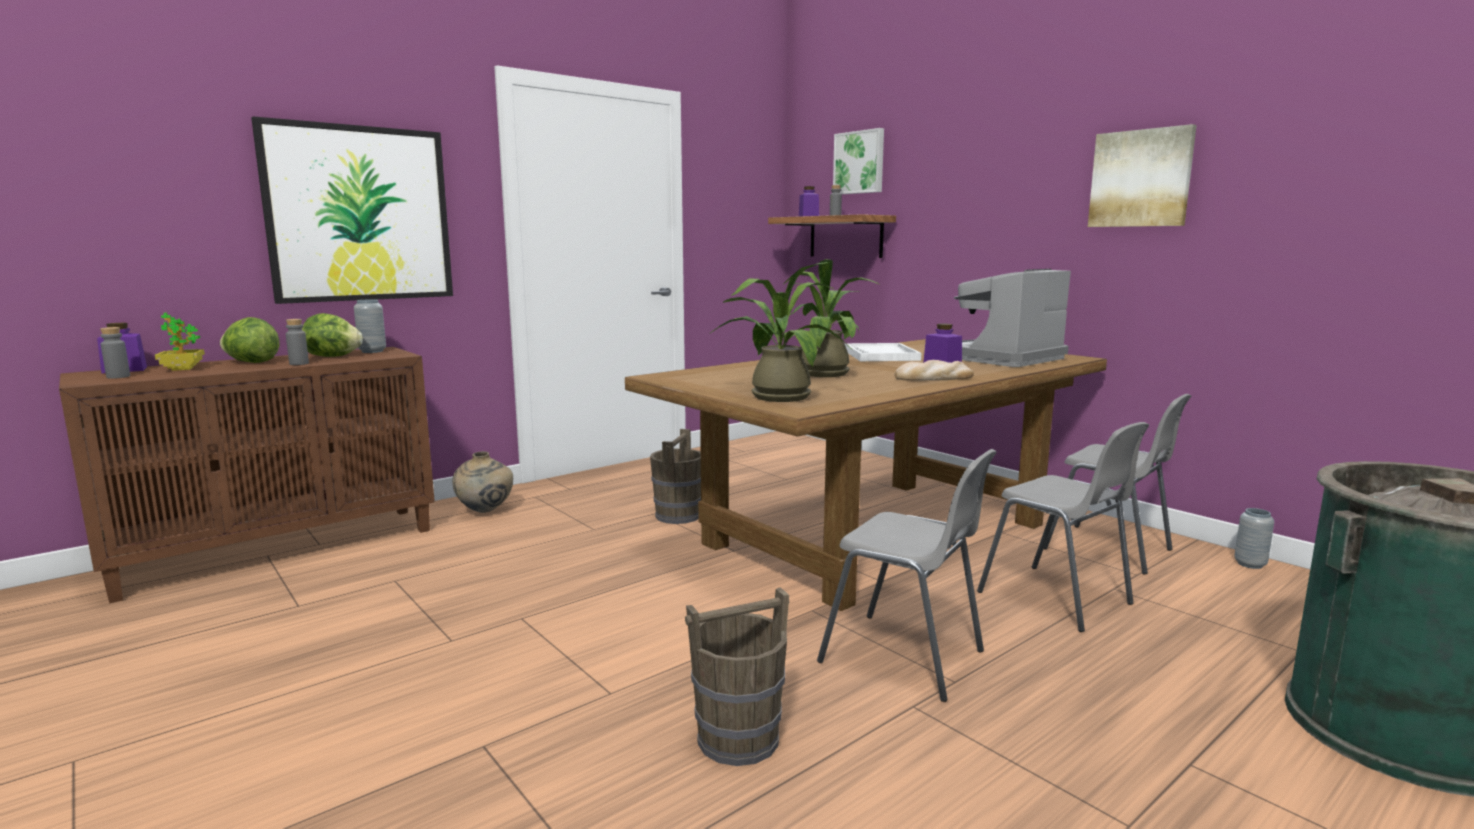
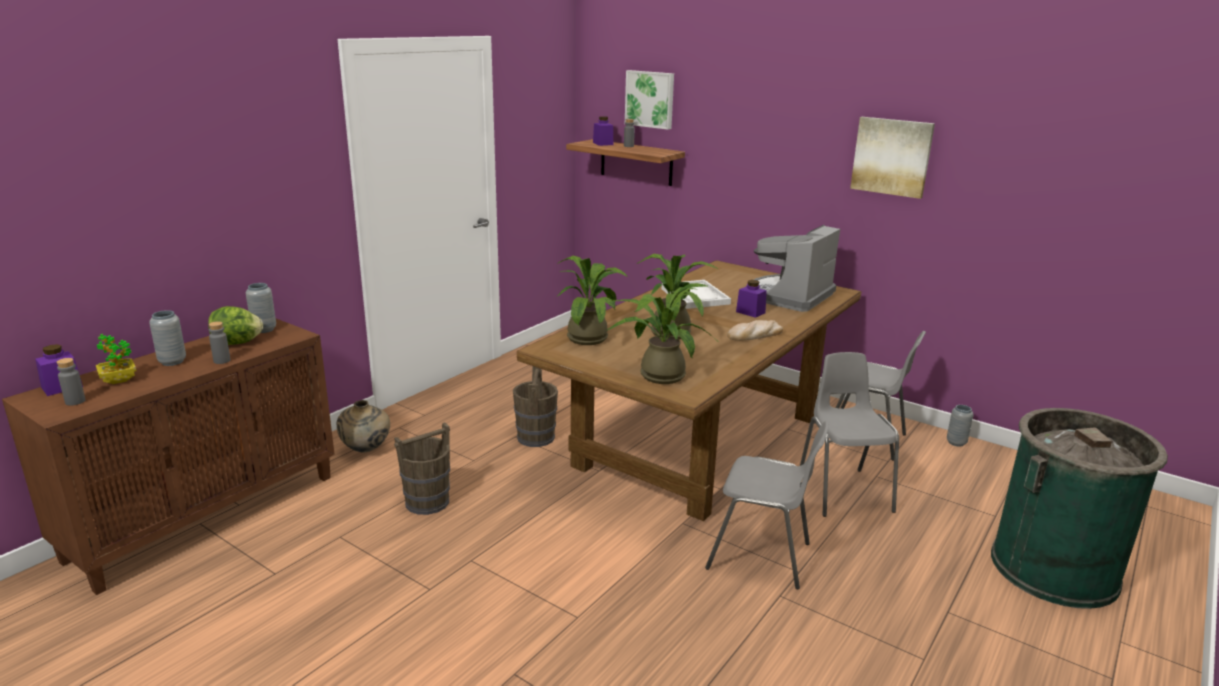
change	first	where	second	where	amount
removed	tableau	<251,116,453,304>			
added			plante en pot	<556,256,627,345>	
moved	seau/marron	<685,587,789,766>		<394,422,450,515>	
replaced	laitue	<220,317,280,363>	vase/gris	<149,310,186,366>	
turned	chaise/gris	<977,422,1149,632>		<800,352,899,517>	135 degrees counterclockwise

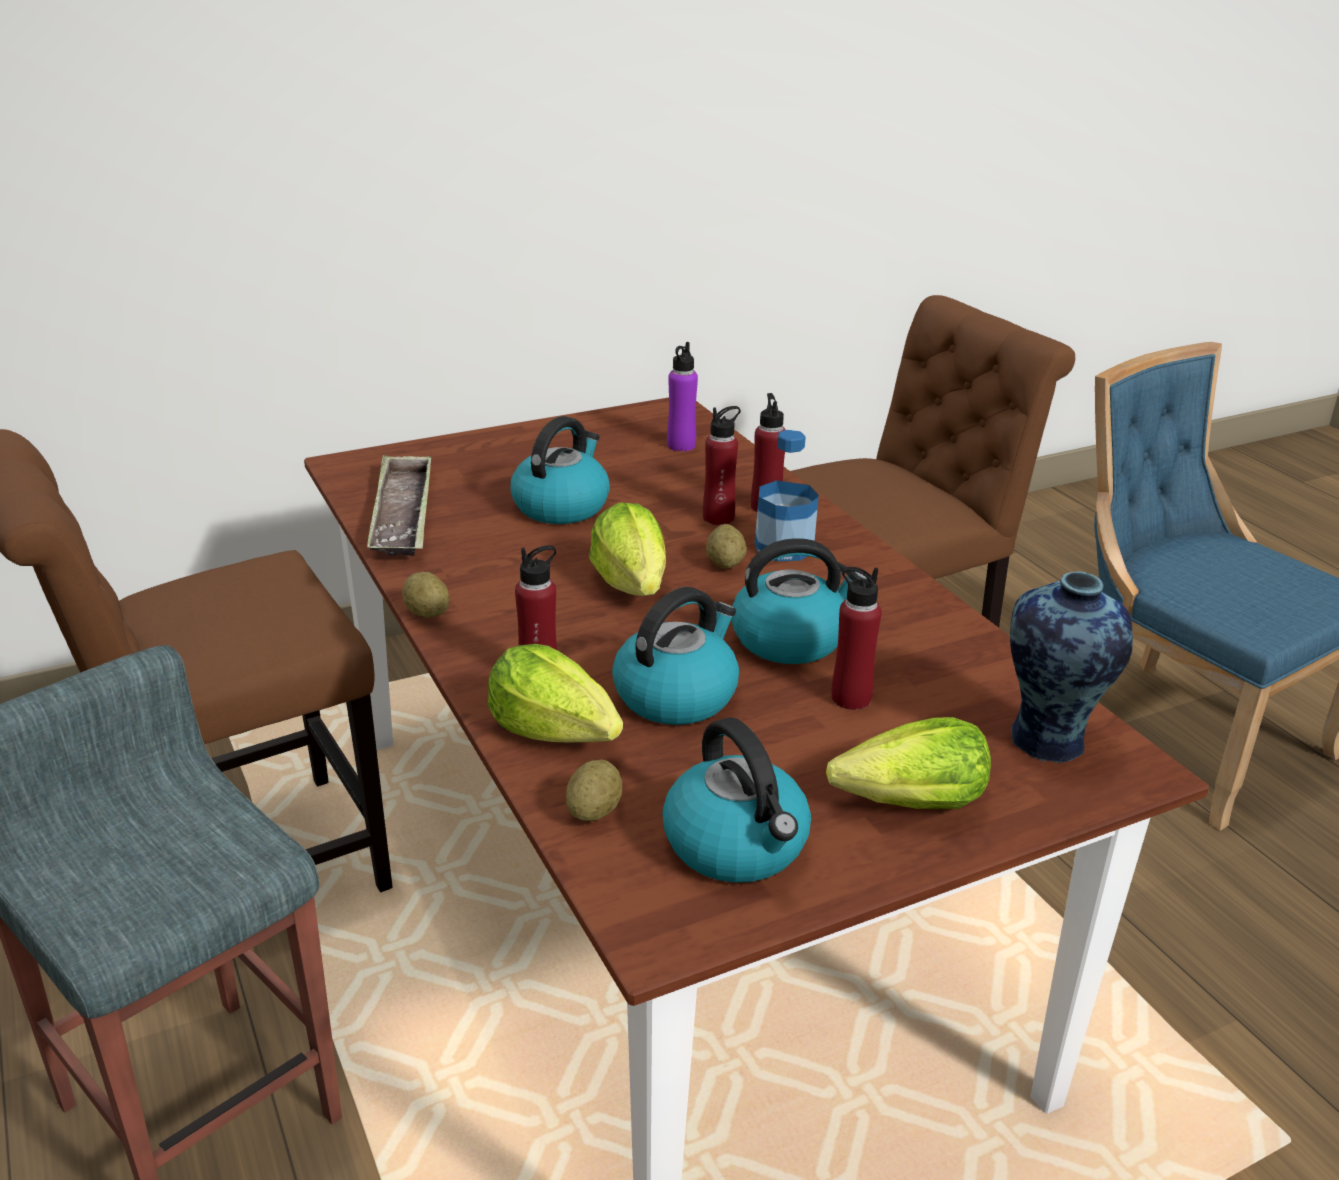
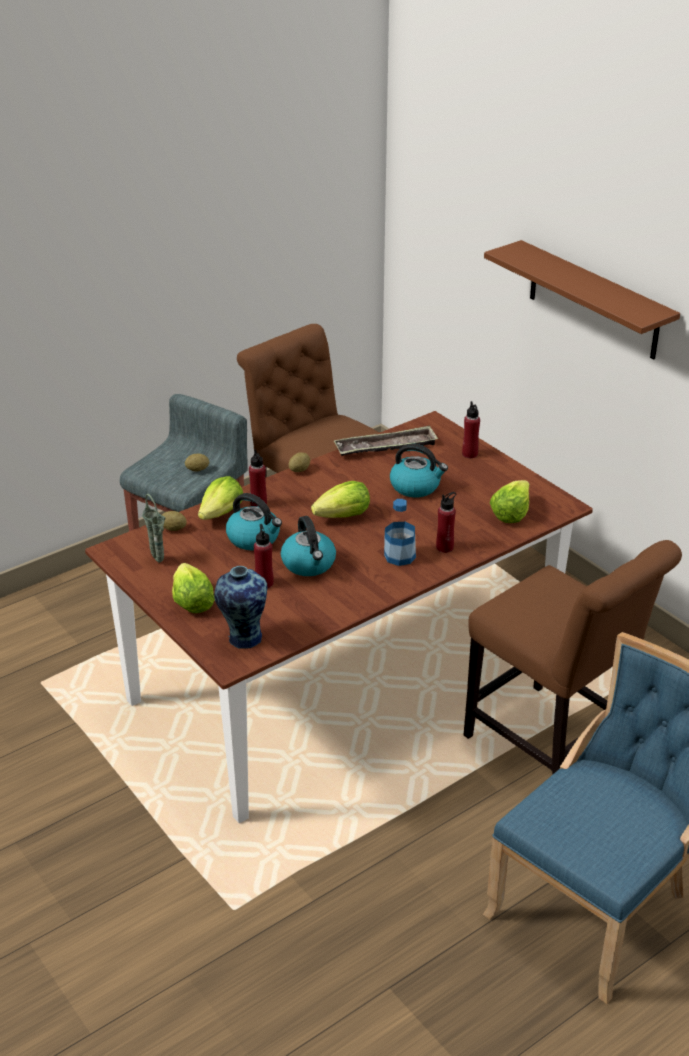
change	first	where	second	where	amount
added			étagère/marron	<484,240,680,360>	
moved	bouteille/rouge	<703,406,741,525>		<462,401,480,458>	
moved	pomme de terre	<706,524,747,568>		<185,454,209,472>	
replaced	bouilloire	<662,717,811,883>	vase/vert	<142,494,165,562>	
replaced	bouteille/violet	<667,342,698,452>	laitue	<489,480,529,523>	

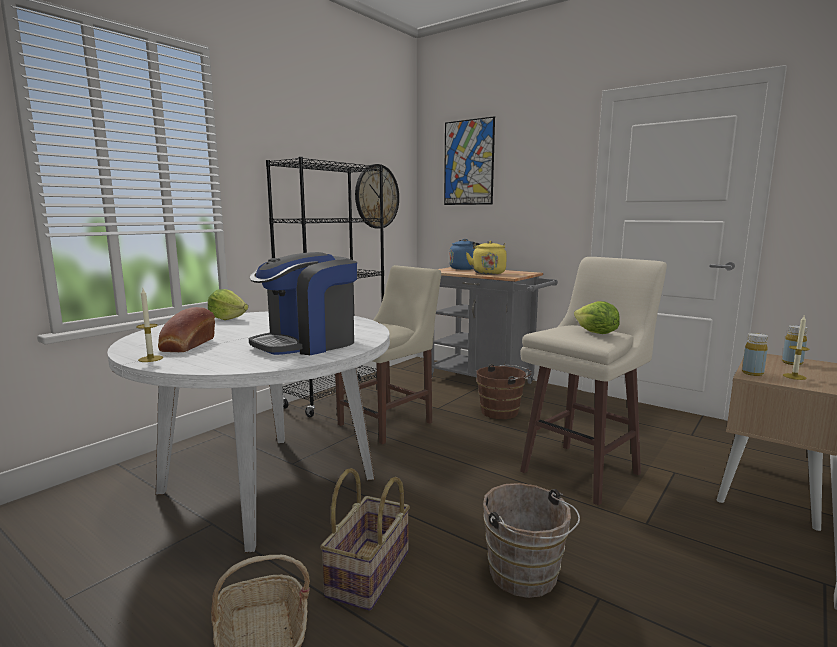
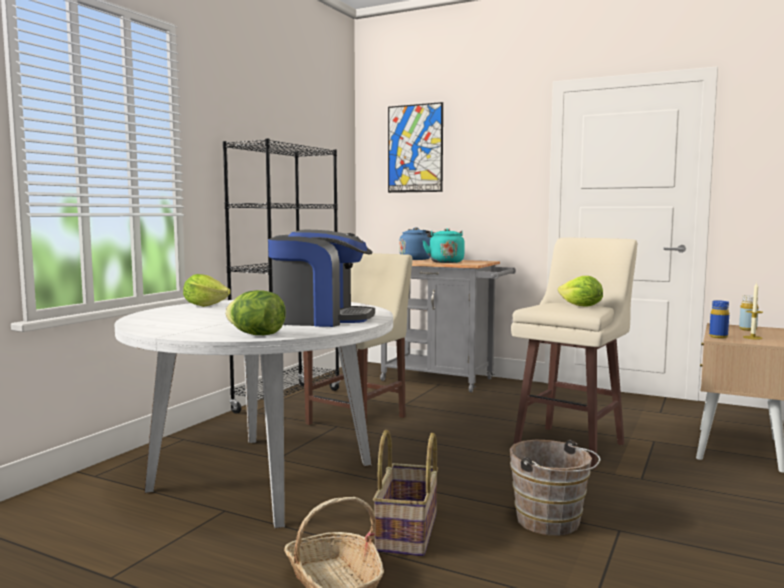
change	first	where	second	where	amount
removed	bougie	<136,289,163,362>			
removed	pain	<158,307,215,352>			
removed	horloge murale	<355,164,399,229>			
removed	seau/marron	<477,364,531,419>			
added			laitue	<225,290,286,335>	
recoloured	bouilloire/jaune	<466,241,507,275>	bouilloire/turquoise	<423,228,465,263>	
recoloured	bouteille/jaune	<742,333,768,376>	bouteille/bleu	<709,300,729,339>	
turned	machine à café	<249,252,357,355>		<268,230,375,327>	120 degrees counterclockwise

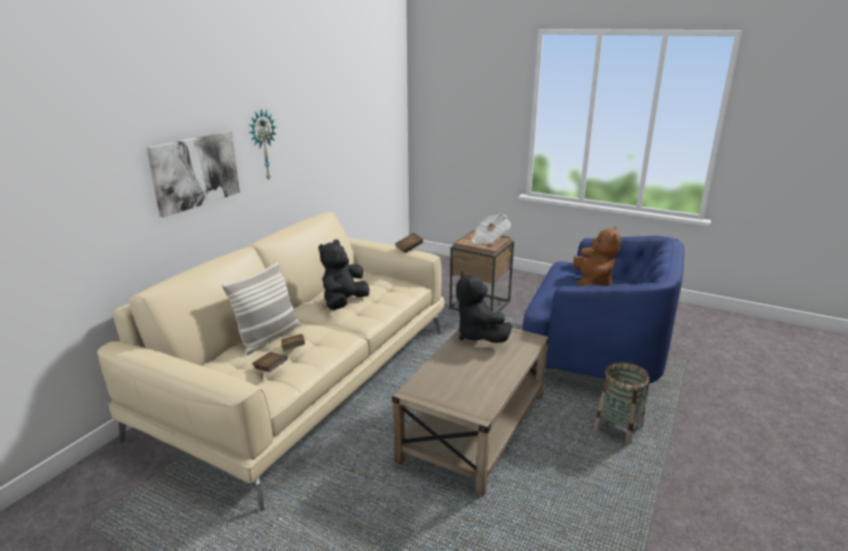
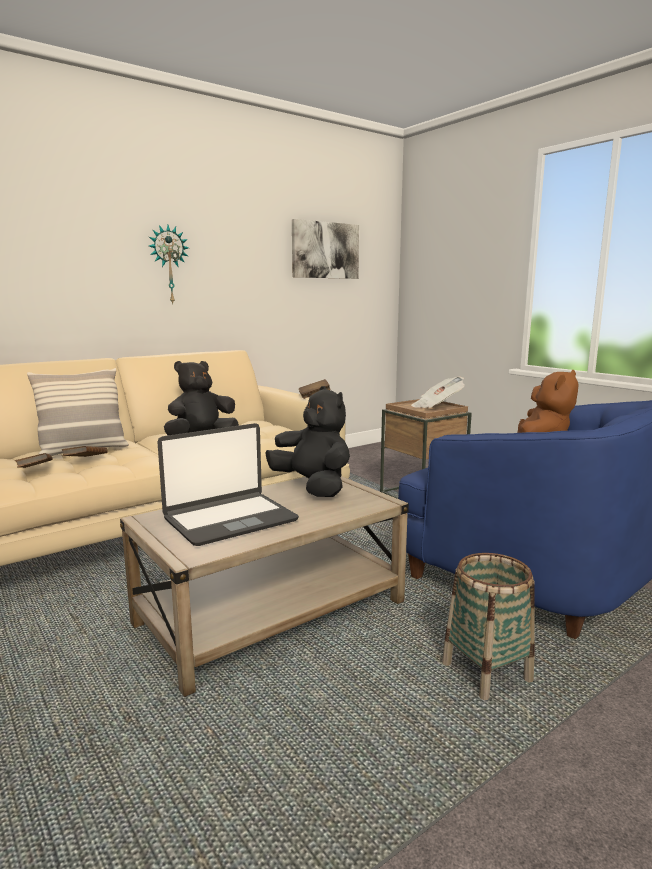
change	first	where	second	where	amount
added			ordinateur portable	<157,423,299,546>	
moved	tableau	<146,131,240,218>		<292,219,359,279>	
turned	peluche/noir	<456,272,512,343>		<265,386,350,497>	135 degrees clockwise

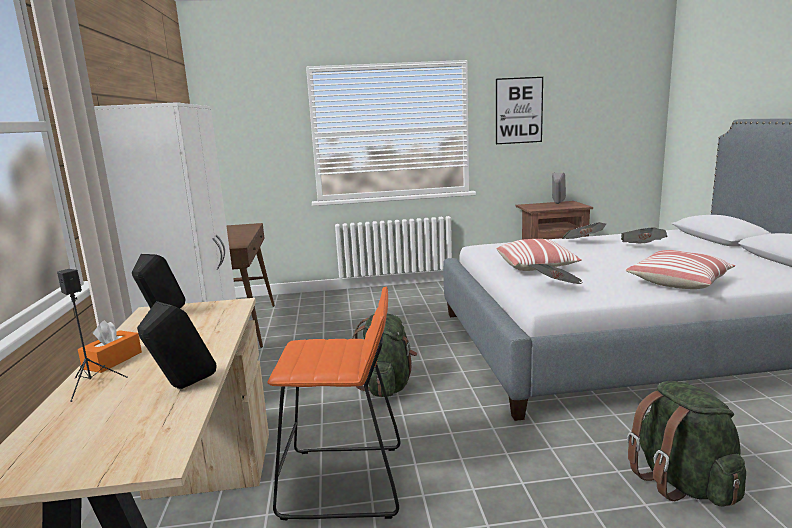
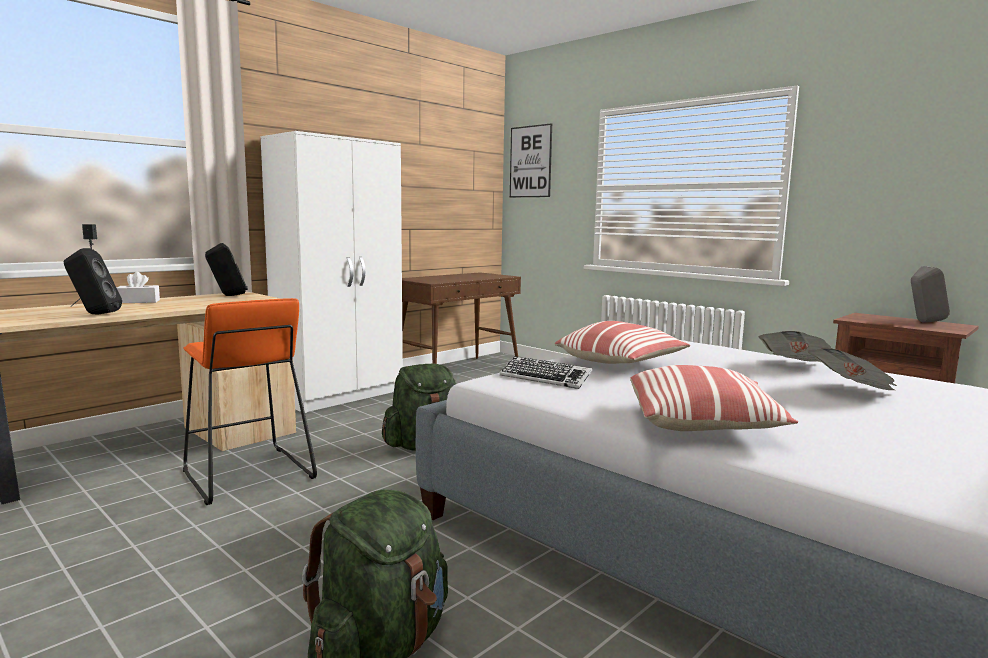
change	first	where	second	where	amount
moved	tableau	<496,77,543,144>		<510,123,552,197>	
replaced	journal	<528,264,582,284>	clavier	<500,356,592,389>	
recoloured	boîte à mouchoirs/orange	<78,320,142,373>	boîte à mouchoirs/blanc	<116,272,160,303>	

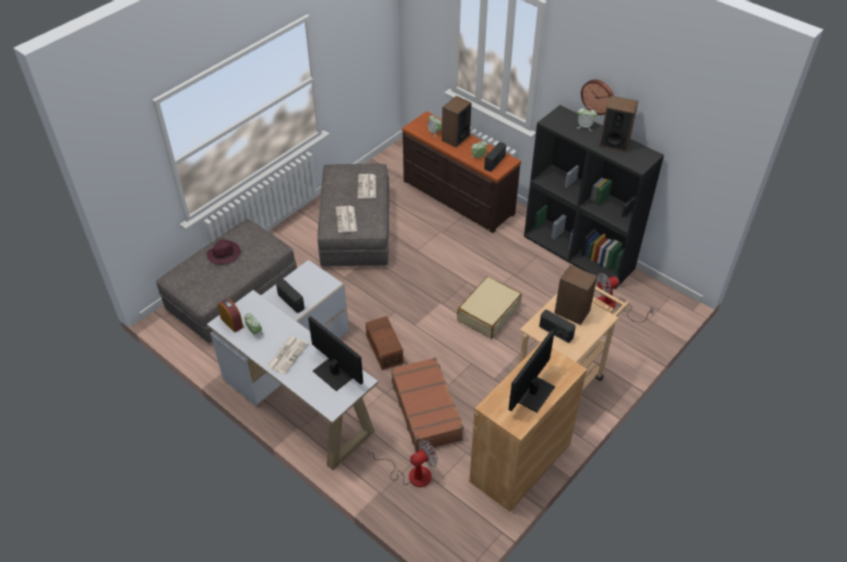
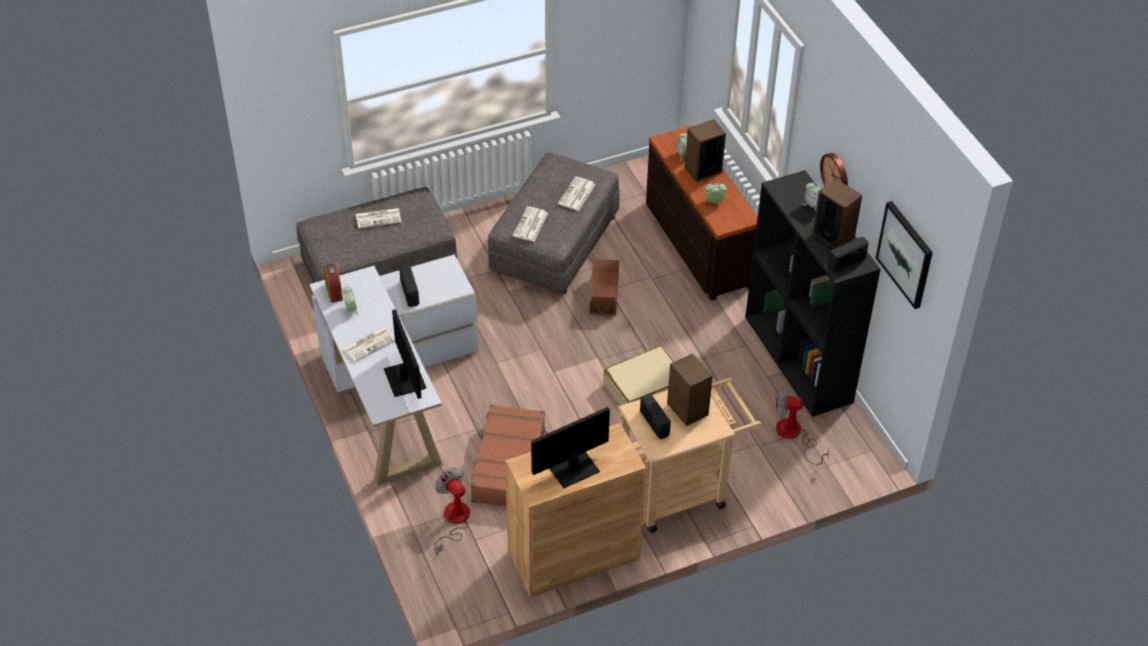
change	first	where	second	where	amount
added			tableau	<876,201,933,309>	
moved	boîte de rangement/marron	<365,316,404,370>		<590,259,619,316>	
moved	radio	<484,142,506,172>		<828,237,869,272>	
replaced	chapeau/violet	<207,239,241,265>	journal	<356,208,401,228>	
turned	ventilateur	<368,440,438,487>		<434,468,470,556>	120 degrees counterclockwise

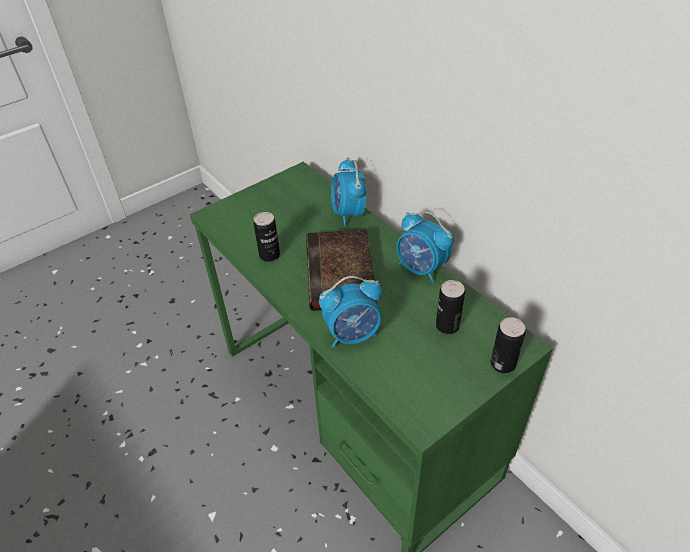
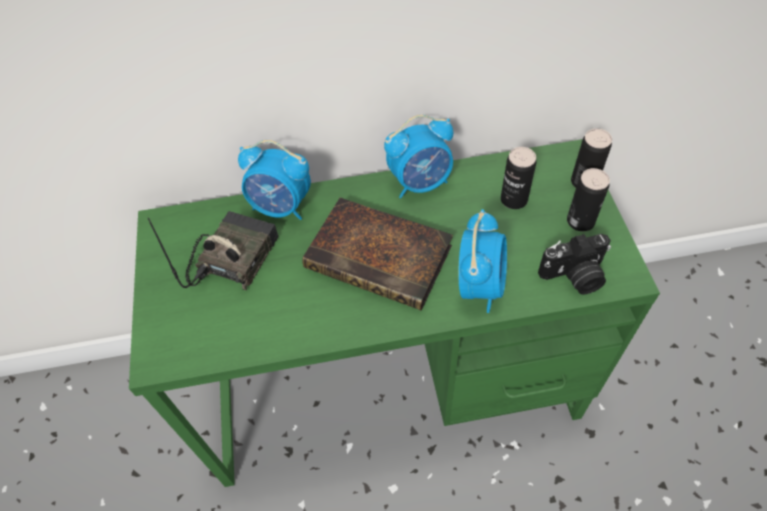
change	first	where	second	where	amount
added			radio	<147,211,279,291>	
added			appareil photo	<538,234,611,294>	
moved	boîte métallique	<253,212,280,262>		<567,168,610,231>	

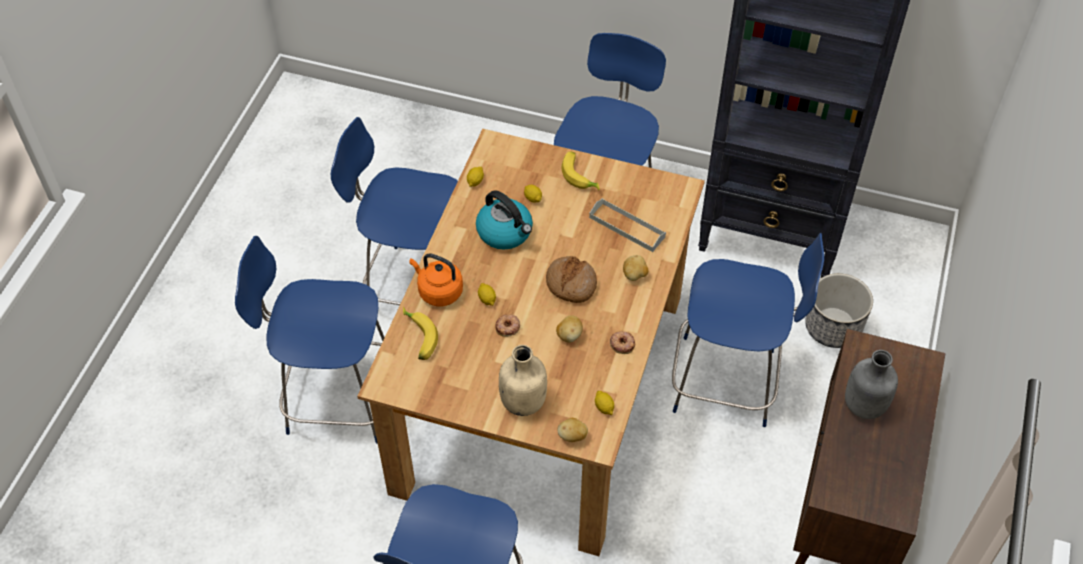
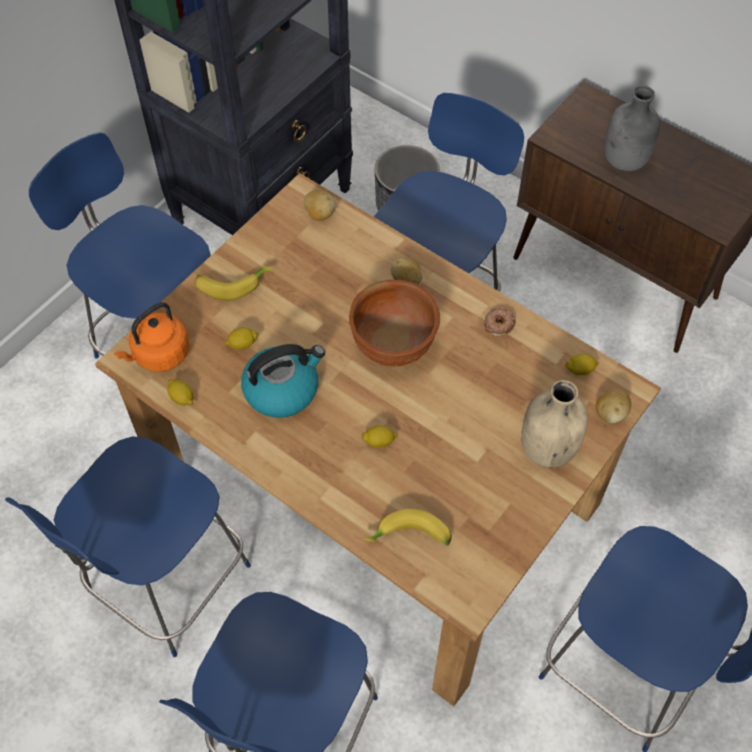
change	first	where	second	where	amount
removed	beignet	<495,314,520,337>			
removed	plateau/gris	<589,198,666,252>			
moved	bouilloire/orange	<409,254,463,306>		<114,302,190,372>	
moved	pomme de terre	<556,315,583,343>		<303,190,335,221>	
replaced	pain	<546,256,597,303>	bol/marron	<349,280,440,366>	

